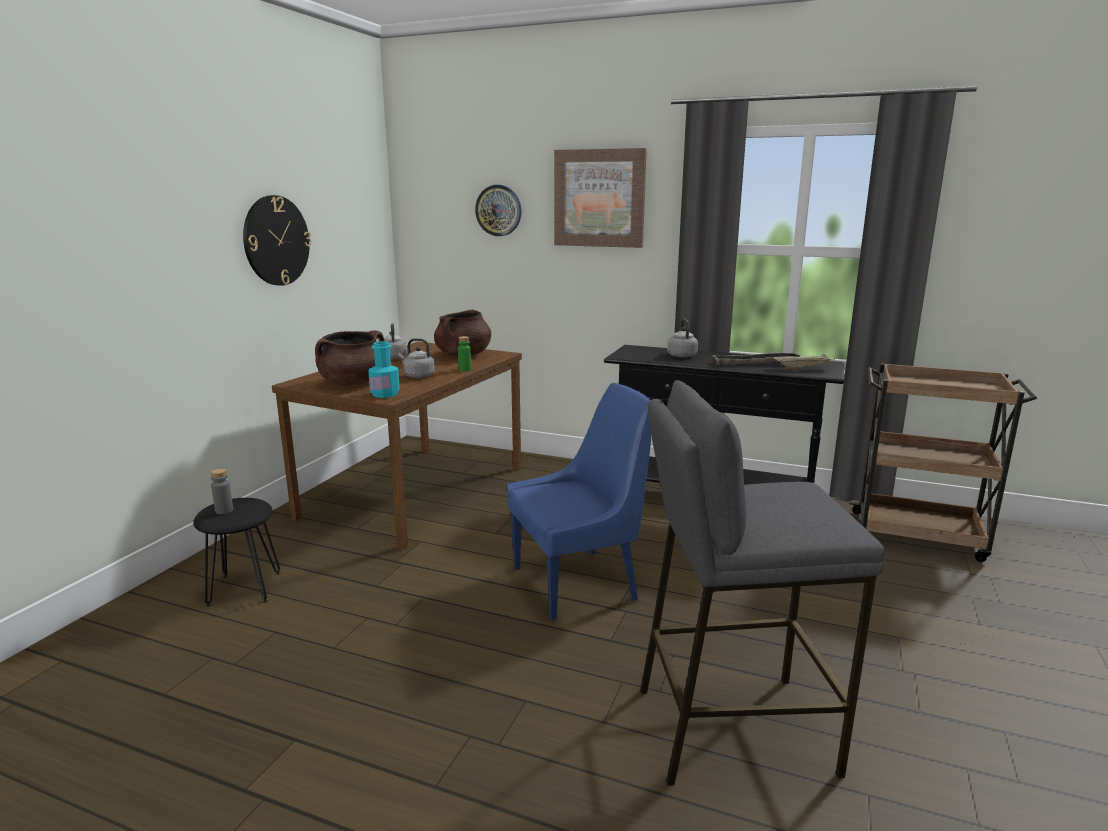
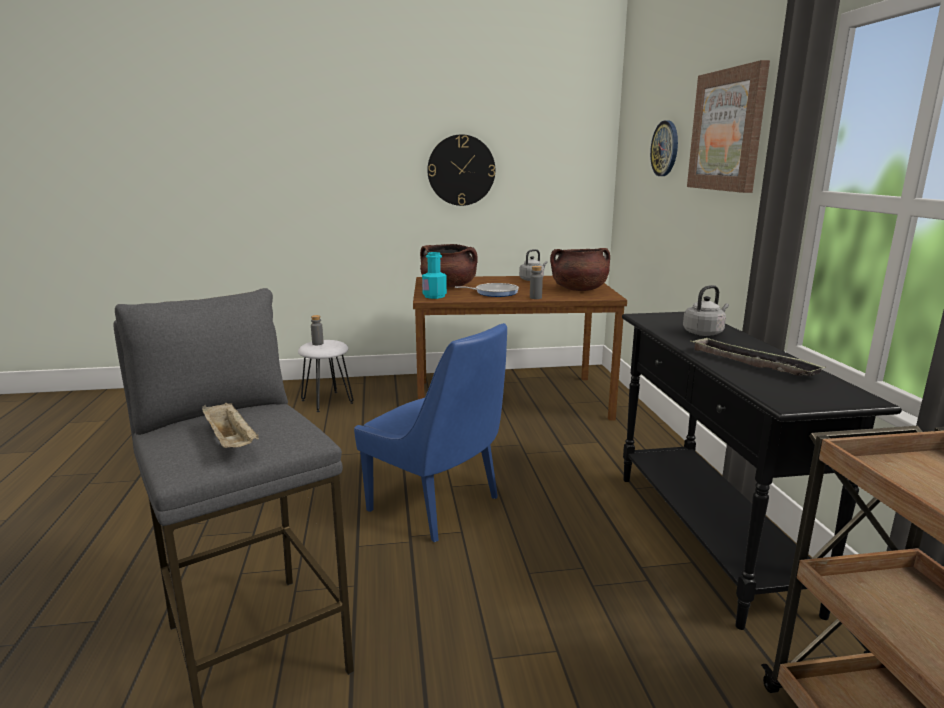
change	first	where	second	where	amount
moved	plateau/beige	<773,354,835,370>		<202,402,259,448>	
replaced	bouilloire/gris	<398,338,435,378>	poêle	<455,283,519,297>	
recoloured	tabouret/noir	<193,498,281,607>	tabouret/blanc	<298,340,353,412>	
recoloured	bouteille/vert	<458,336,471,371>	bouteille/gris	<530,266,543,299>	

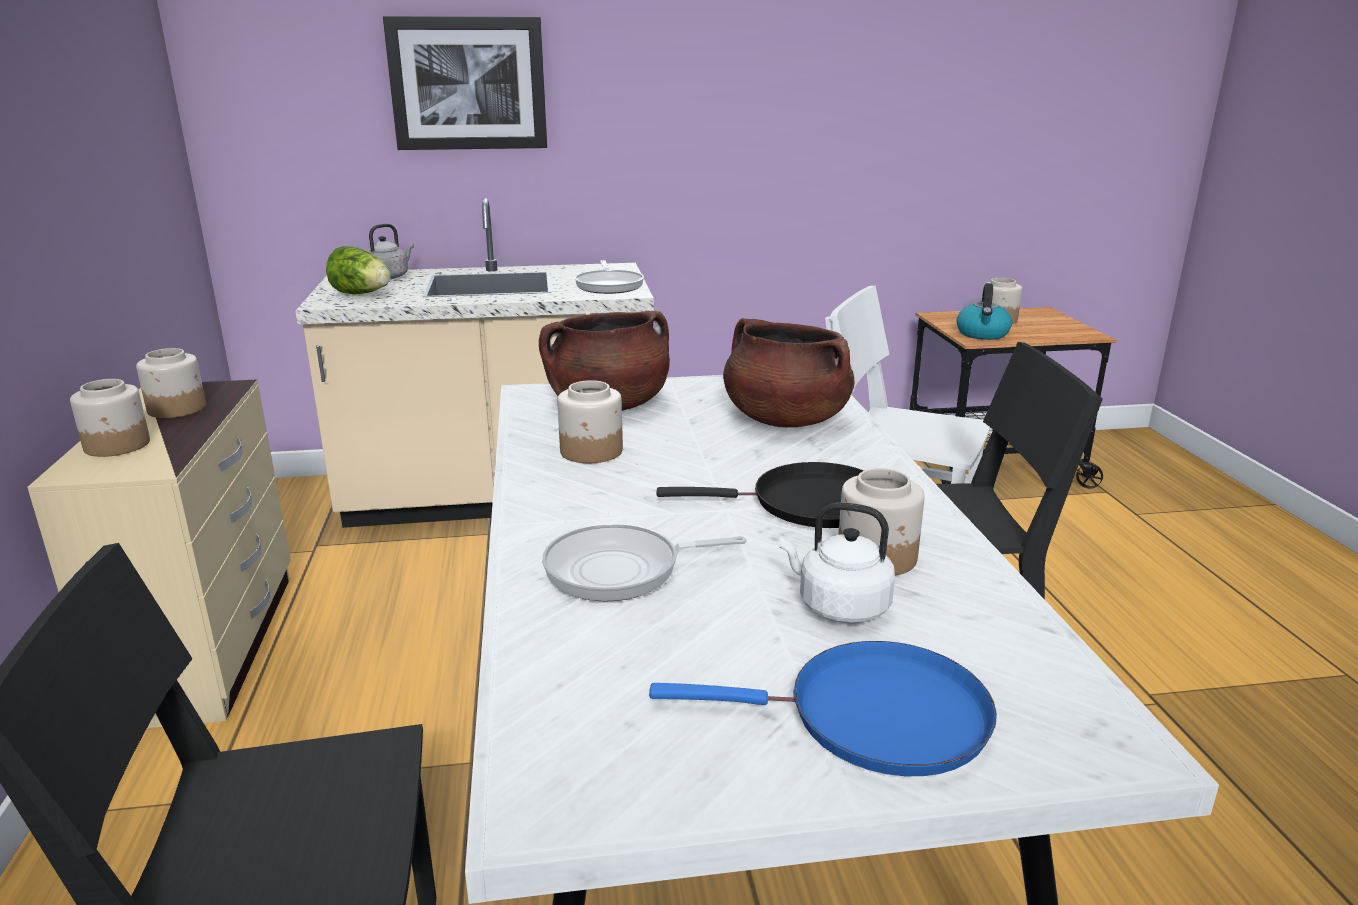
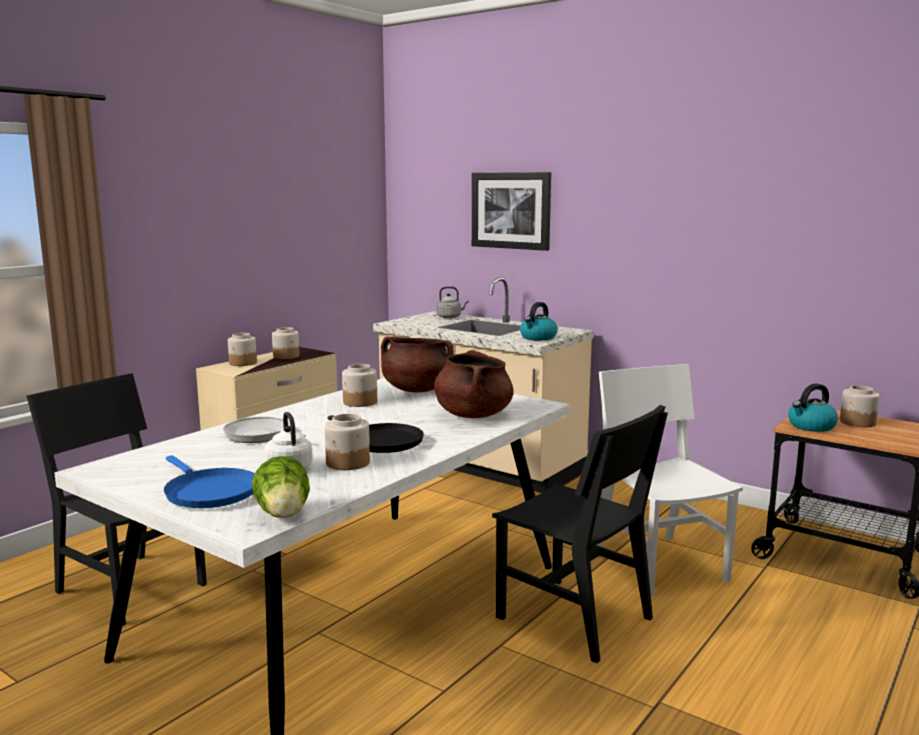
change	first	where	second	where	amount
moved	laitue	<326,246,391,295>		<252,456,310,518>	
replaced	poêle	<575,260,644,294>	bouilloire	<520,302,558,340>	

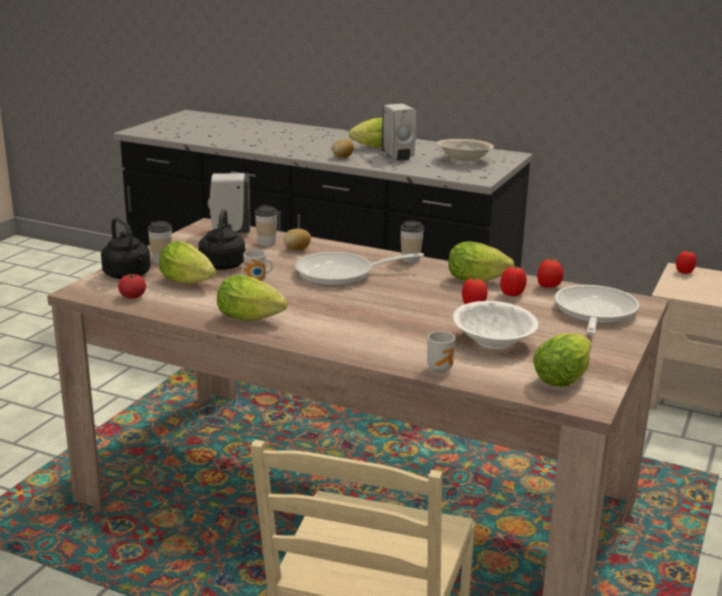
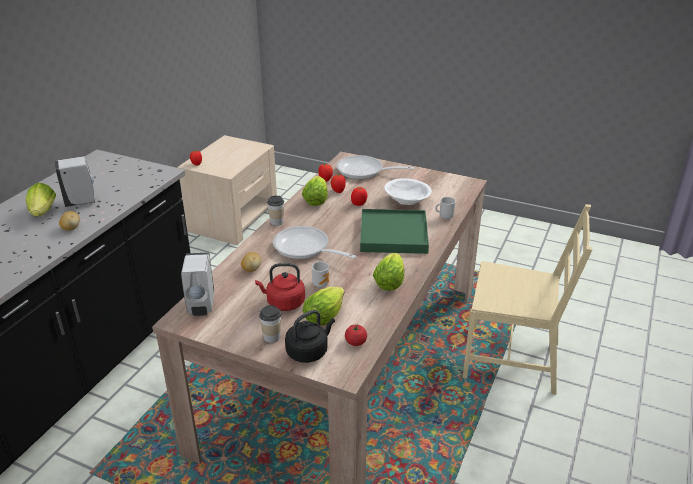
change	first	where	second	where	amount
removed	tasse	<255,205,278,246>			
removed	bol/beige	<437,139,494,162>			
removed	laitue	<533,333,591,387>			
added			plateau/vert	<360,209,429,254>	
recoloured	bouilloire/noir	<198,209,245,270>	bouilloire/rouge	<255,263,305,311>	
turned	poêle	<295,252,424,286>		<273,226,357,259>	135 degrees clockwise

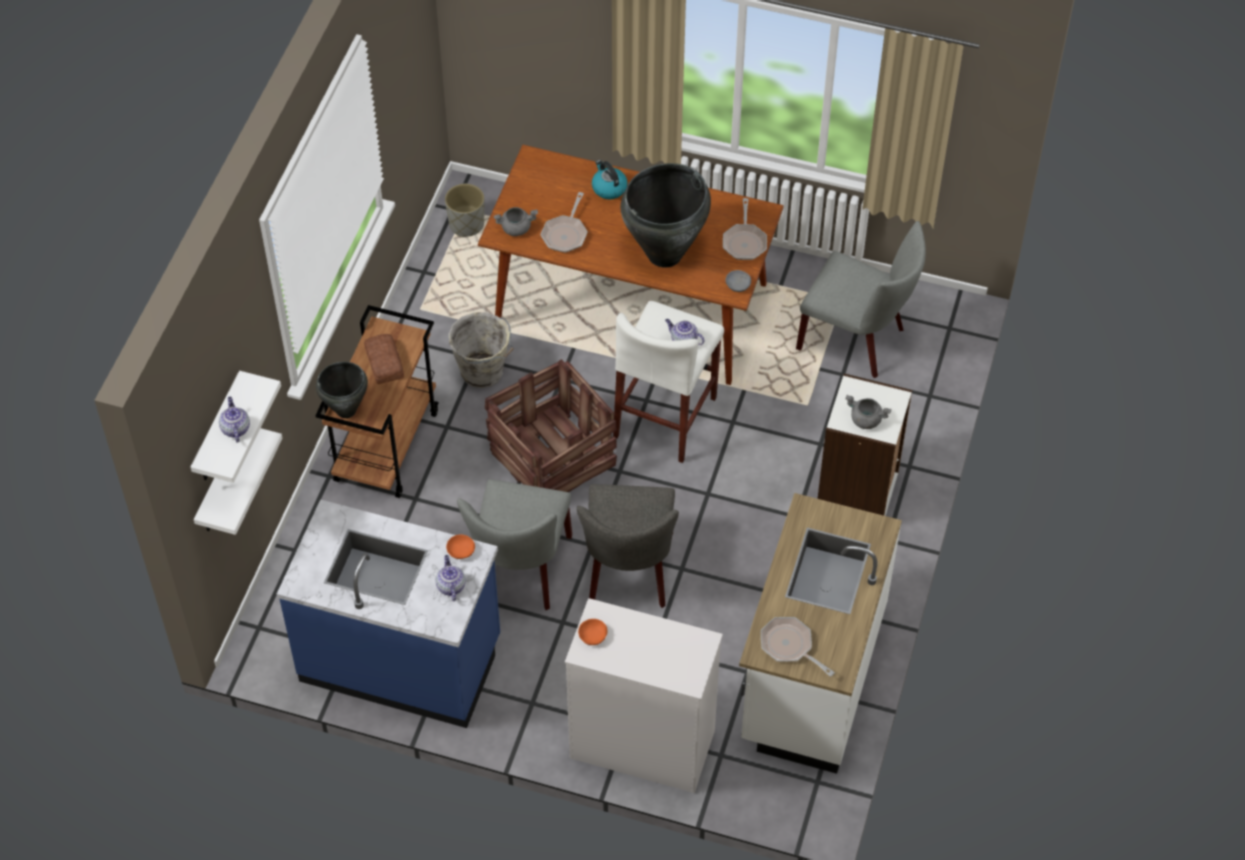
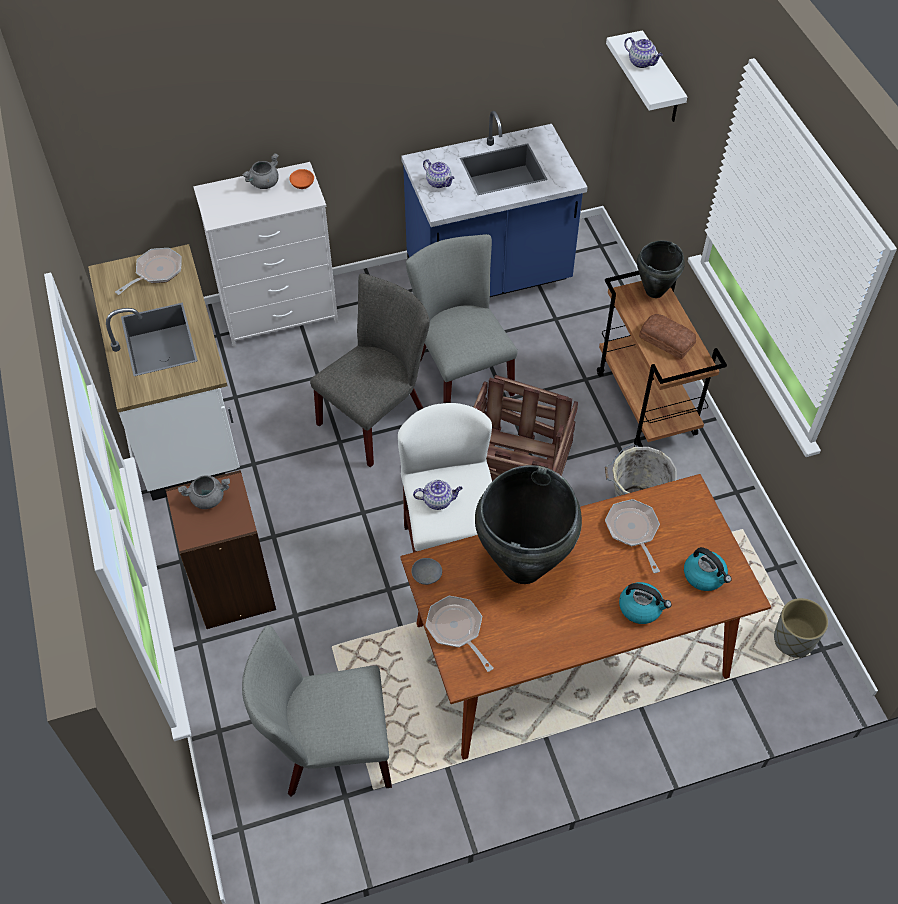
change	first	where	second	where	amount
removed	étagère/blanc	<194,428,283,535>			
removed	bol/orange	<446,535,475,559>			
added			bouilloire	<684,547,732,591>	
moved	marmite/gris	<494,207,538,236>		<242,153,279,189>	
recoloured	bibliothèque/blanc	<818,374,912,516>	bibliothèque/marron	<166,470,276,629>	
turned	chaise/gris	<577,484,679,608>		<310,273,430,467>	75 degrees clockwise
turned	poêle	<761,617,835,677>		<115,248,182,295>	60 degrees counterclockwise

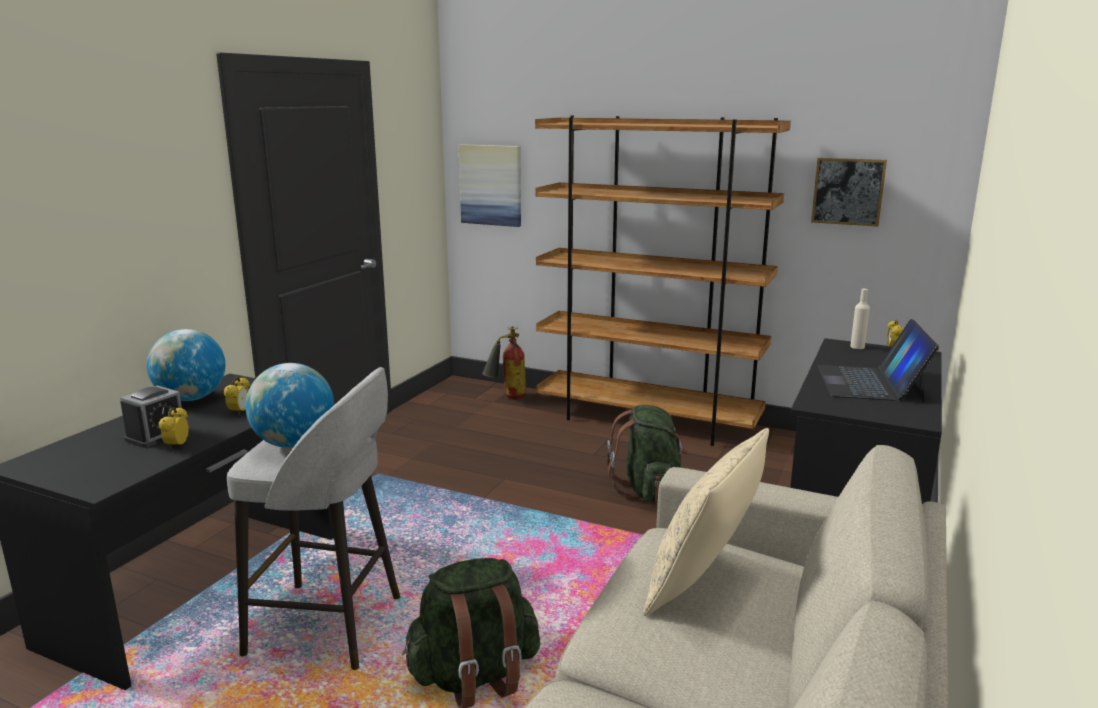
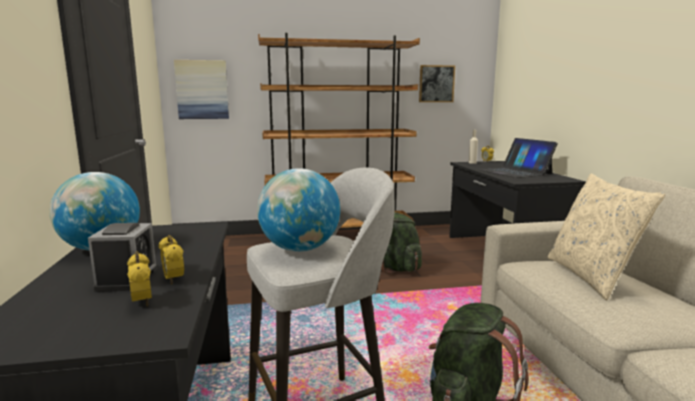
change	first	where	second	where	amount
removed	extincteur	<482,326,526,400>			
moved	réveil	<224,377,250,415>		<127,252,152,306>	

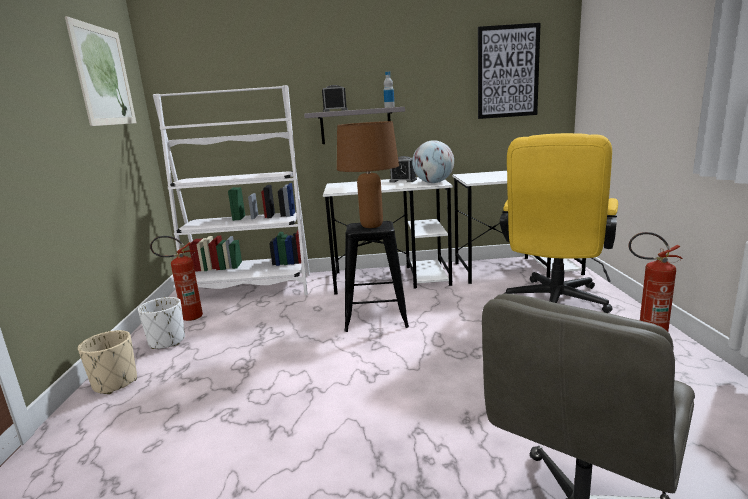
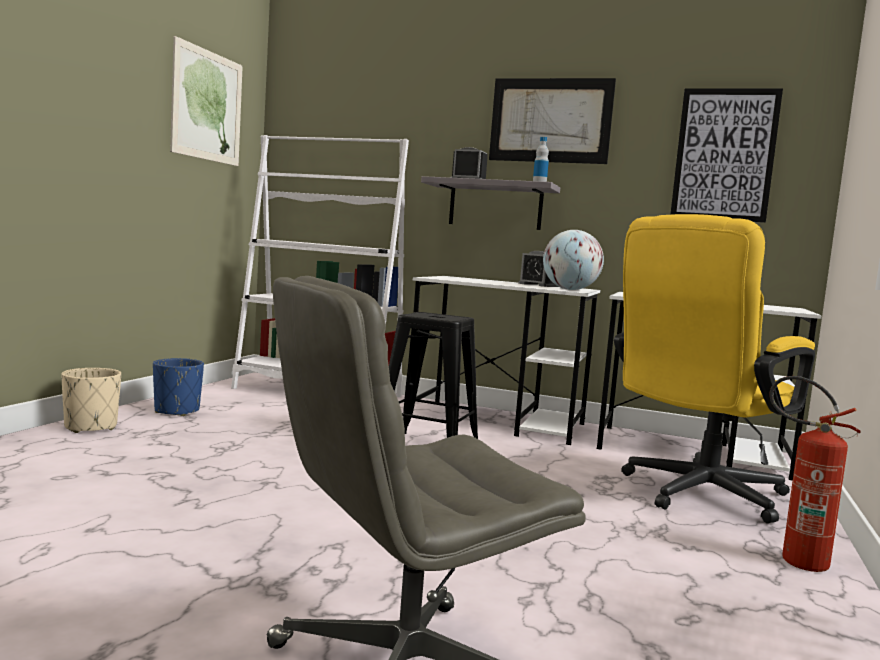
change	first	where	second	where	amount
removed	extincteur	<150,236,203,321>			
removed	lampe de table/marron	<337,121,399,228>			
added			tableau	<489,78,616,164>	
recoloured	cache-pot/blanc	<138,297,185,349>	cache-pot/bleu	<153,358,204,416>	

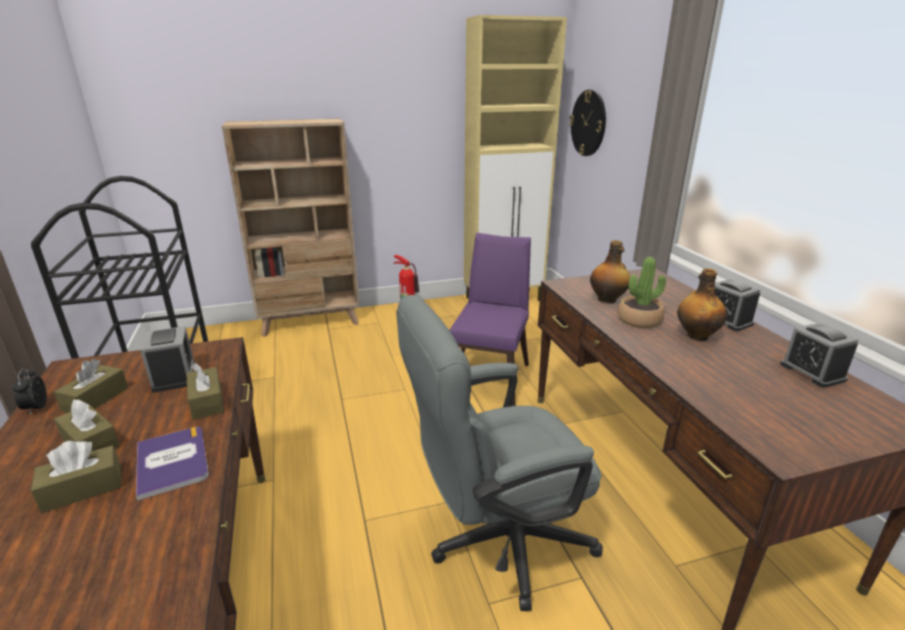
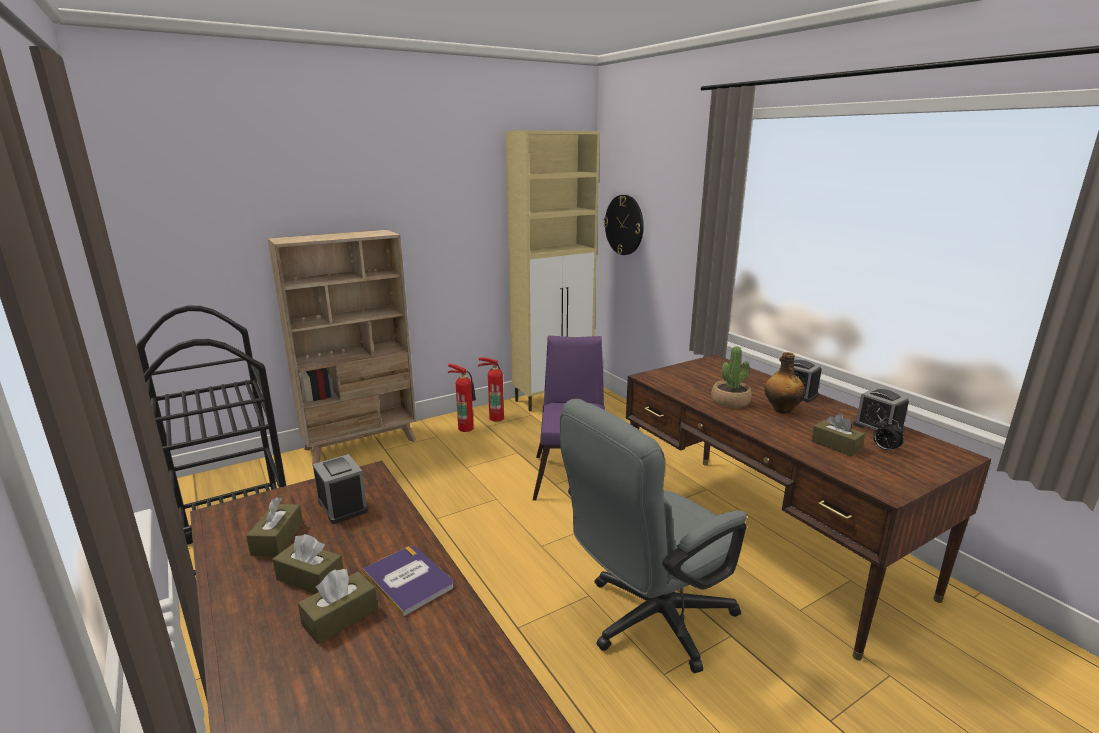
change	first	where	second	where	amount
removed	bouteille	<590,240,630,304>			
added			extincteur	<478,358,504,421>	
moved	réveil	<12,368,47,415>		<873,418,904,454>	
moved	boîte à mouchoirs/marron	<187,363,225,420>		<811,414,865,456>	

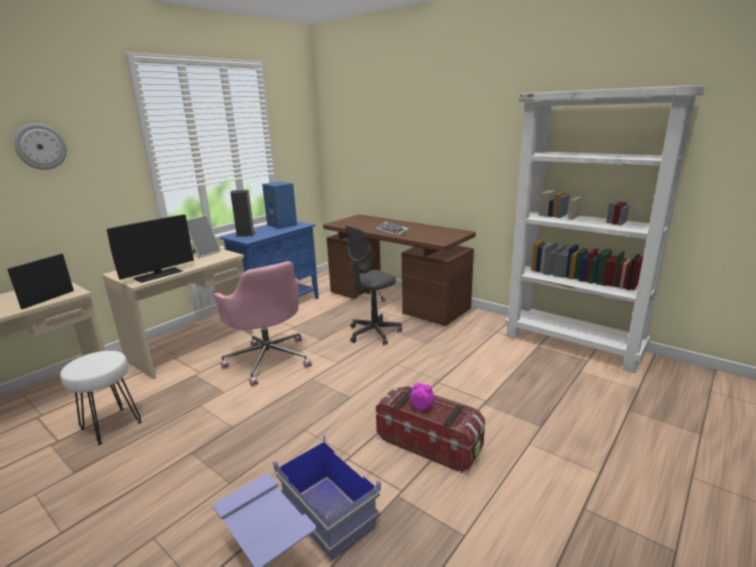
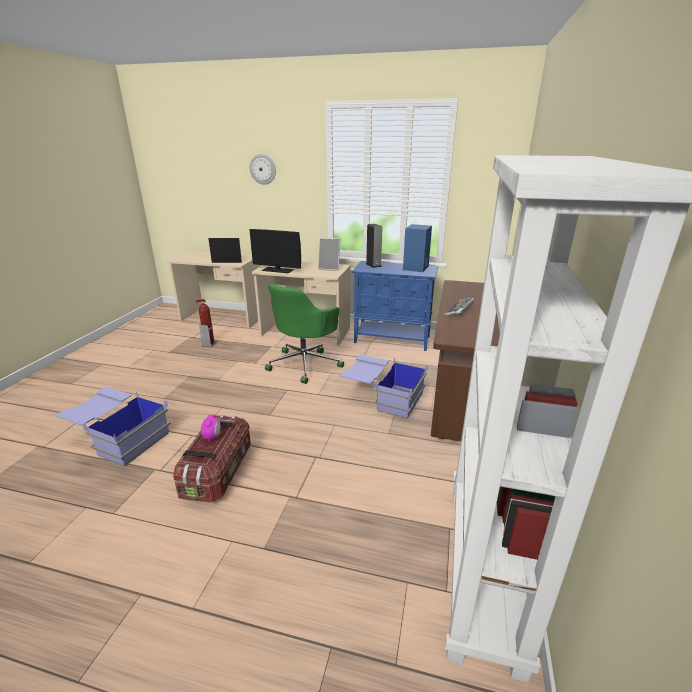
change	first	where	second	where	amount
replaced	tabouret/blanc	<60,351,142,445>	extincteur	<195,299,217,347>	
replaced	chaise de bureau/gris	<345,225,402,345>	boîte de rangement/bleu	<340,355,428,419>	
recoloured	chaise de bureau/rose	<214,261,312,386>	chaise de bureau/vert	<265,284,344,384>	

